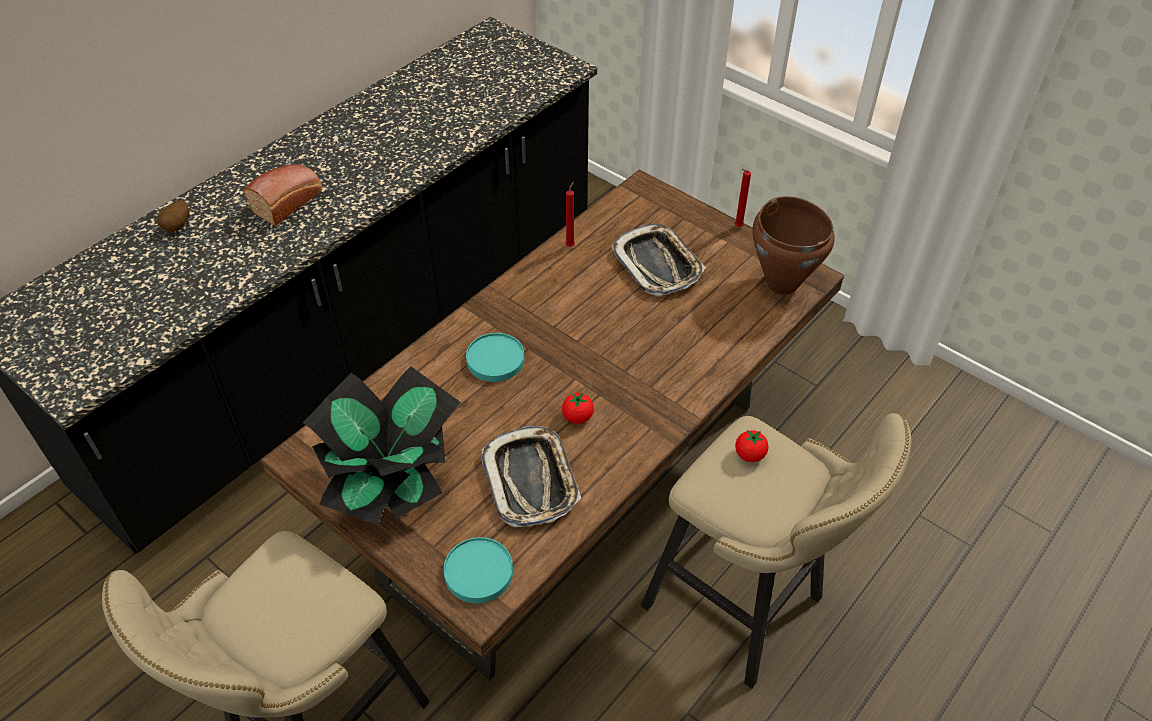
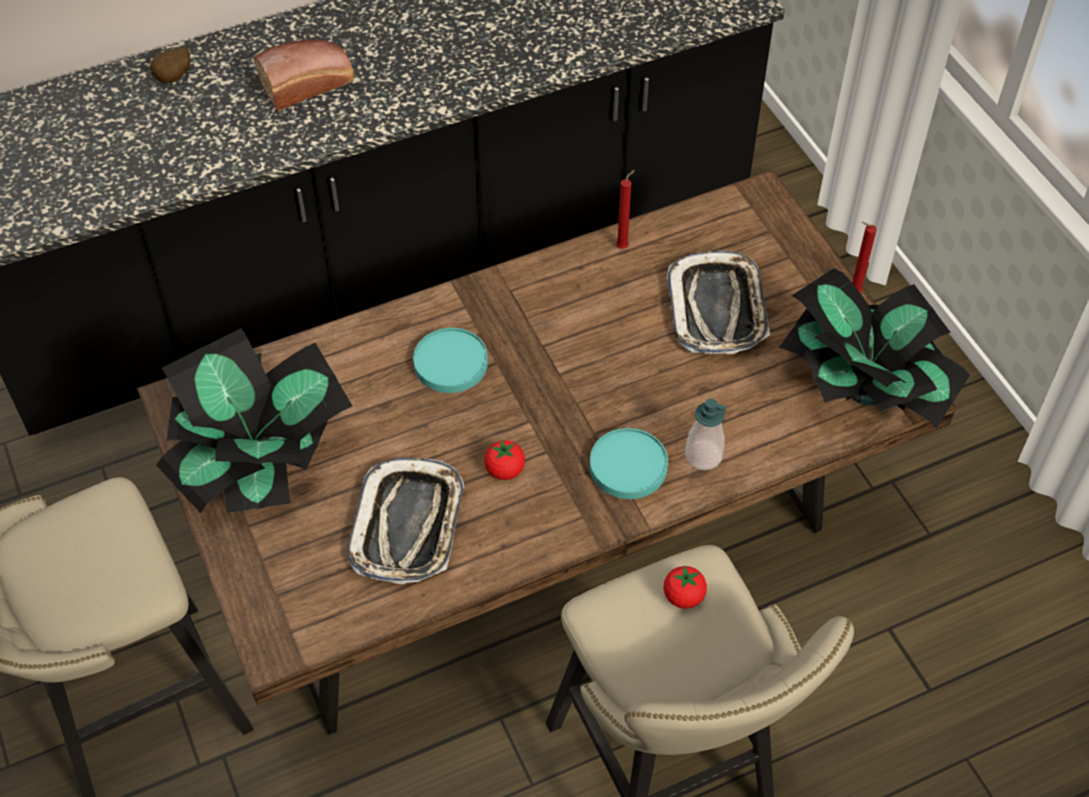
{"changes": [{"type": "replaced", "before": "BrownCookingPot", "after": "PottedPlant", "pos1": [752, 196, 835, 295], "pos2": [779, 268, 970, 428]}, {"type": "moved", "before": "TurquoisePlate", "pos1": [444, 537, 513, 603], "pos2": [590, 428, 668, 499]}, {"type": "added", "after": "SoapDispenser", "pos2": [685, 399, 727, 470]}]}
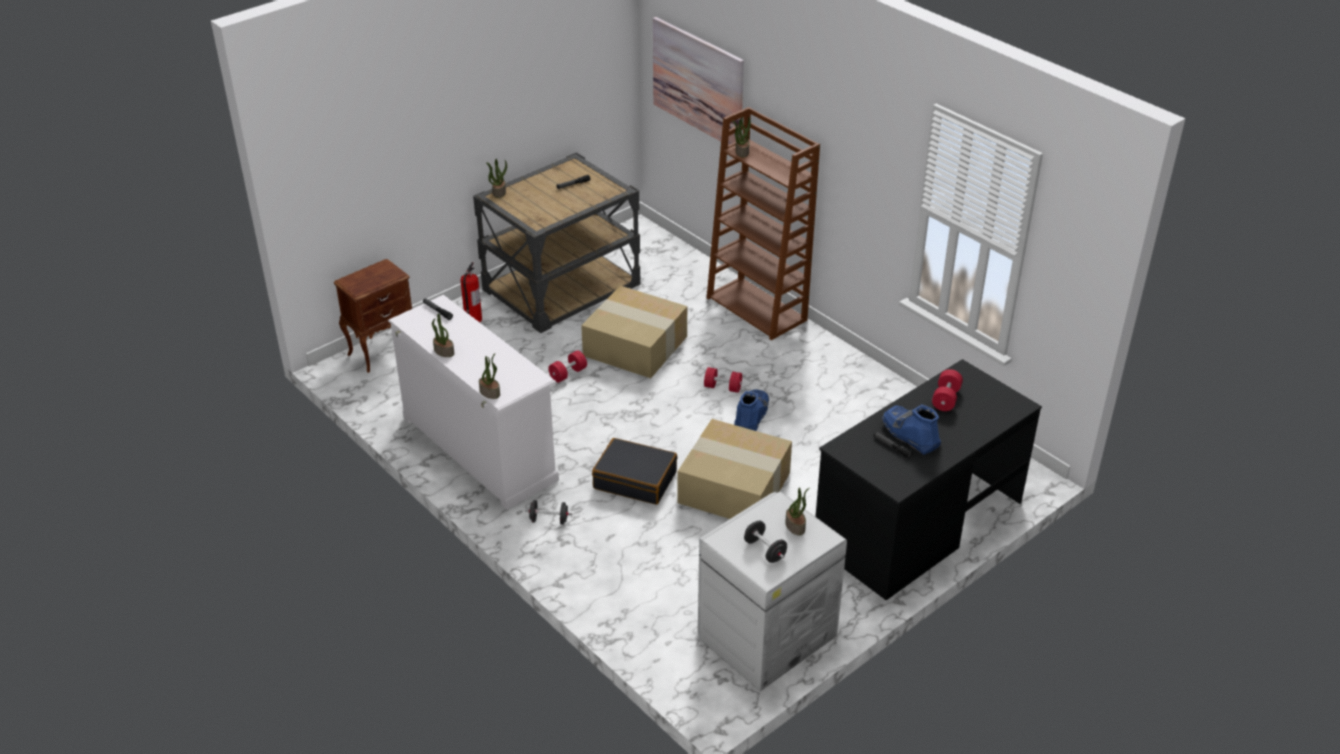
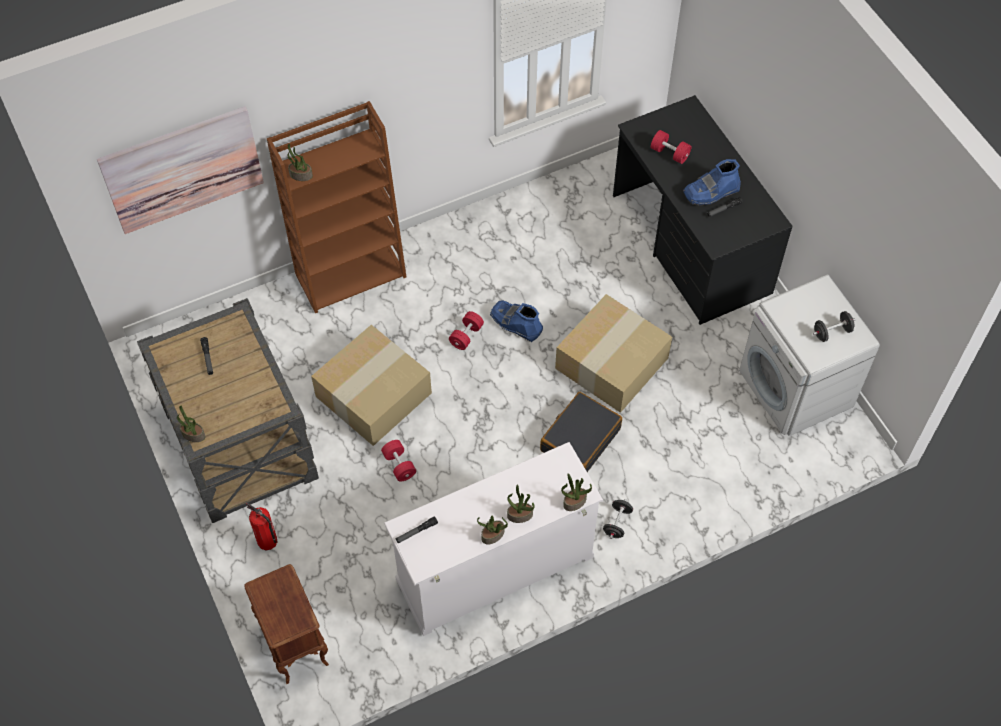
{"changes": [{"type": "moved", "before": "PottedPlant", "pos1": [785, 487, 810, 535], "pos2": [507, 484, 535, 523]}]}
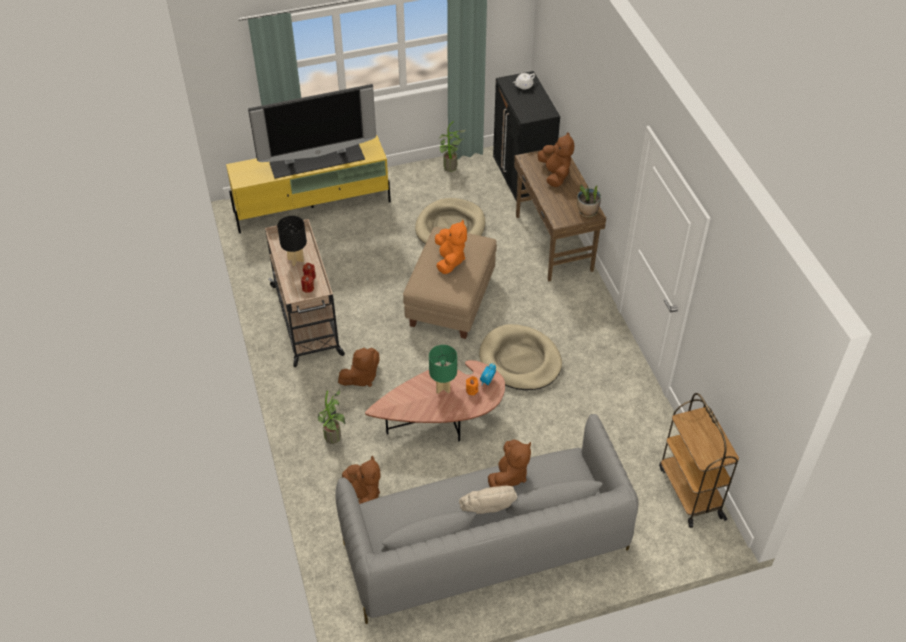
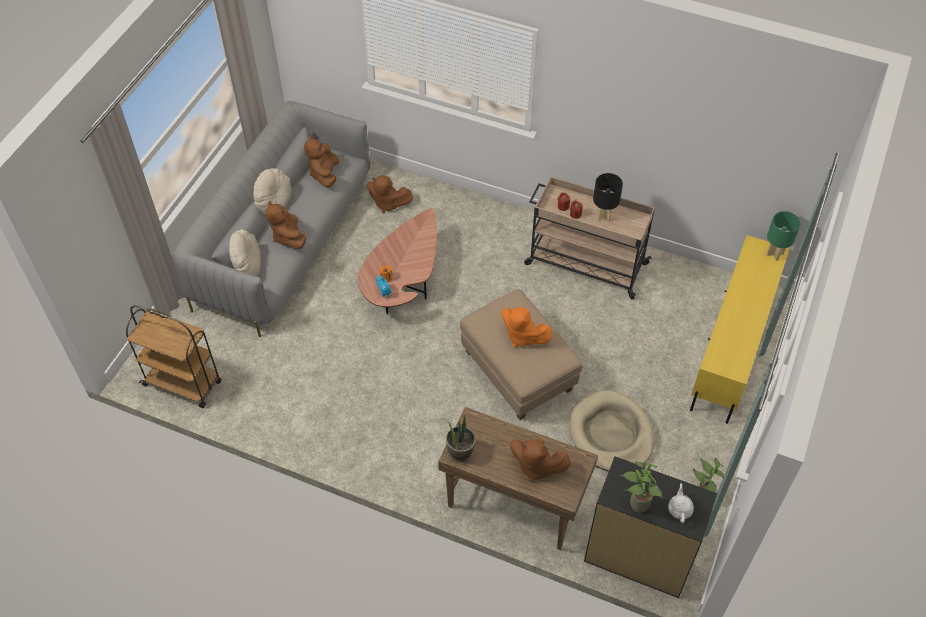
{"changes": [{"type": "removed", "before": "Television", "pos1": [248, 84, 376, 179]}, {"type": "removed", "before": "BeigeDogBed", "pos1": [479, 324, 562, 390]}, {"type": "moved", "before": "GreenTableLamp", "pos1": [429, 345, 457, 394], "pos2": [767, 211, 801, 261]}, {"type": "moved", "before": "BrownPlushToy", "pos1": [338, 348, 380, 387], "pos2": [304, 135, 339, 188]}, {"type": "moved", "before": "PottedPlant", "pos1": [318, 389, 346, 444], "pos2": [619, 462, 664, 513]}, {"type": "added", "after": "BeigePillow", "pos2": [229, 229, 261, 276]}]}
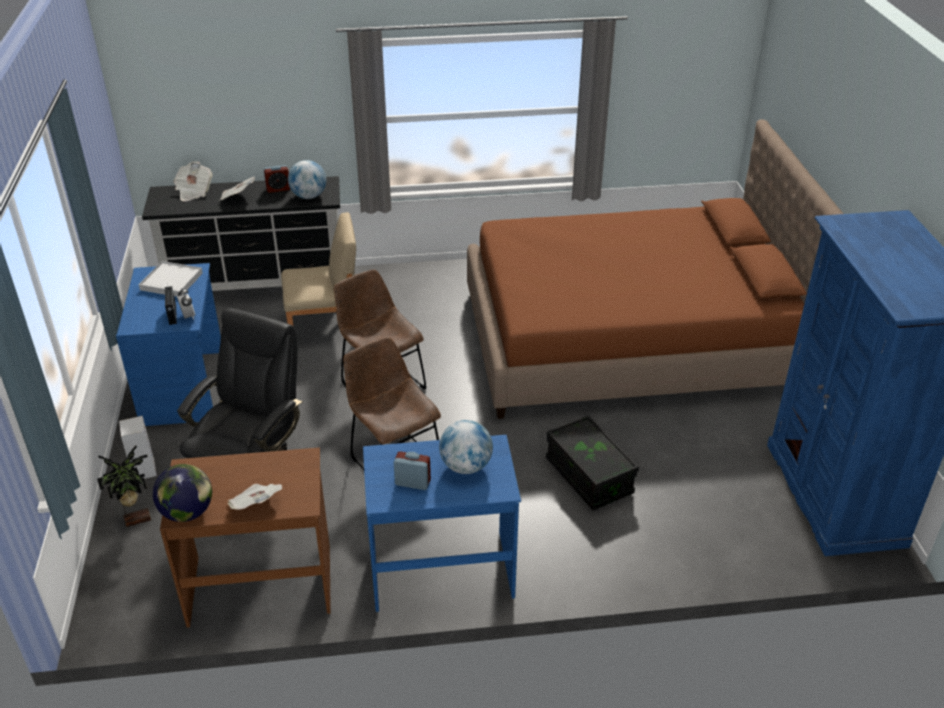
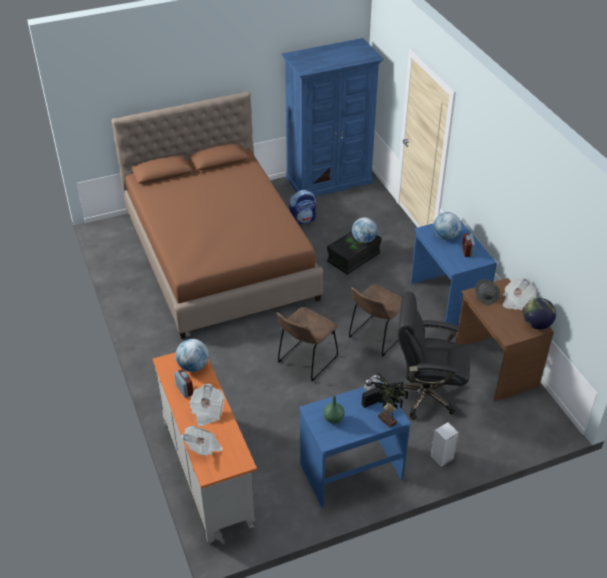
{"changes": [{"type": "recoloured", "before": "BlackDresser", "after": "OrangeDresser", "pos1": [142, 176, 340, 291], "pos2": [153, 352, 257, 543]}, {"type": "removed", "before": "BeigeChair", "pos1": [281, 212, 356, 326]}, {"type": "replaced", "before": "WhiteTray", "after": "GreenVase", "pos1": [139, 261, 203, 297], "pos2": [323, 396, 345, 424]}, {"type": "moved", "before": "PottedPlant", "pos1": [97, 446, 151, 527], "pos2": [371, 372, 408, 428]}, {"type": "added", "after": "Backpack", "pos2": [289, 190, 316, 225]}, {"type": "added", "after": "Globe", "pos2": [352, 217, 377, 243]}, {"type": "added", "after": "GreyHat", "pos2": [475, 279, 500, 305]}]}
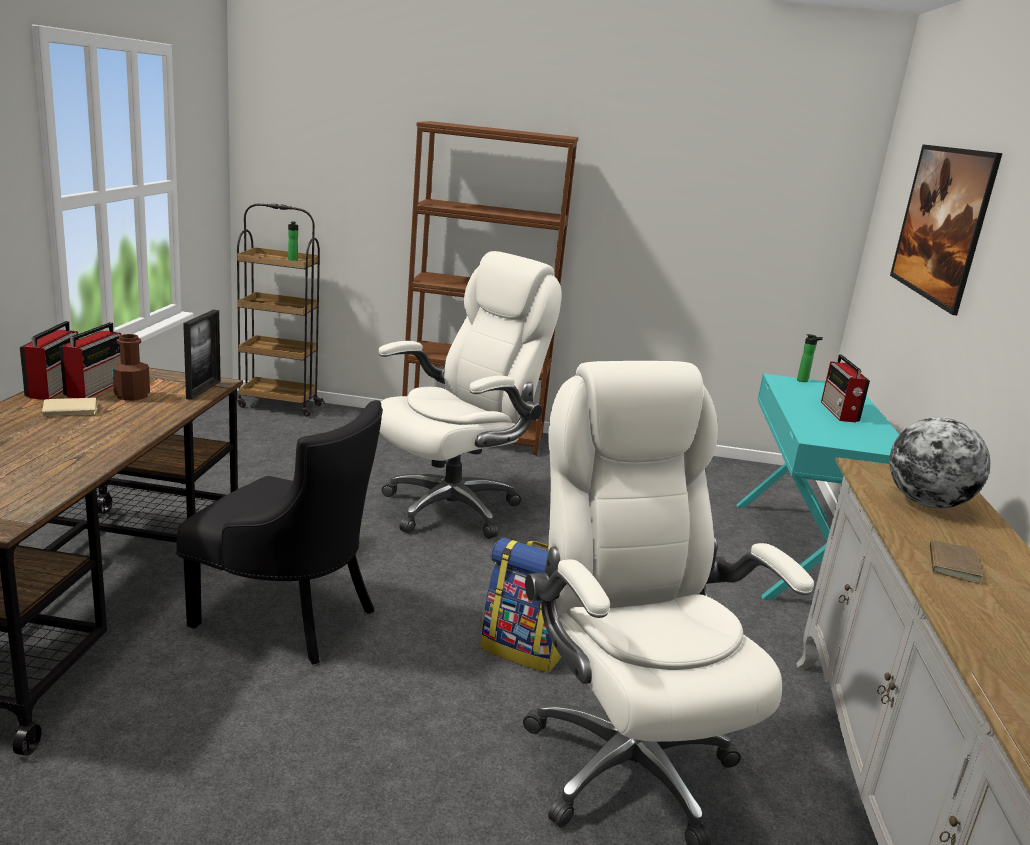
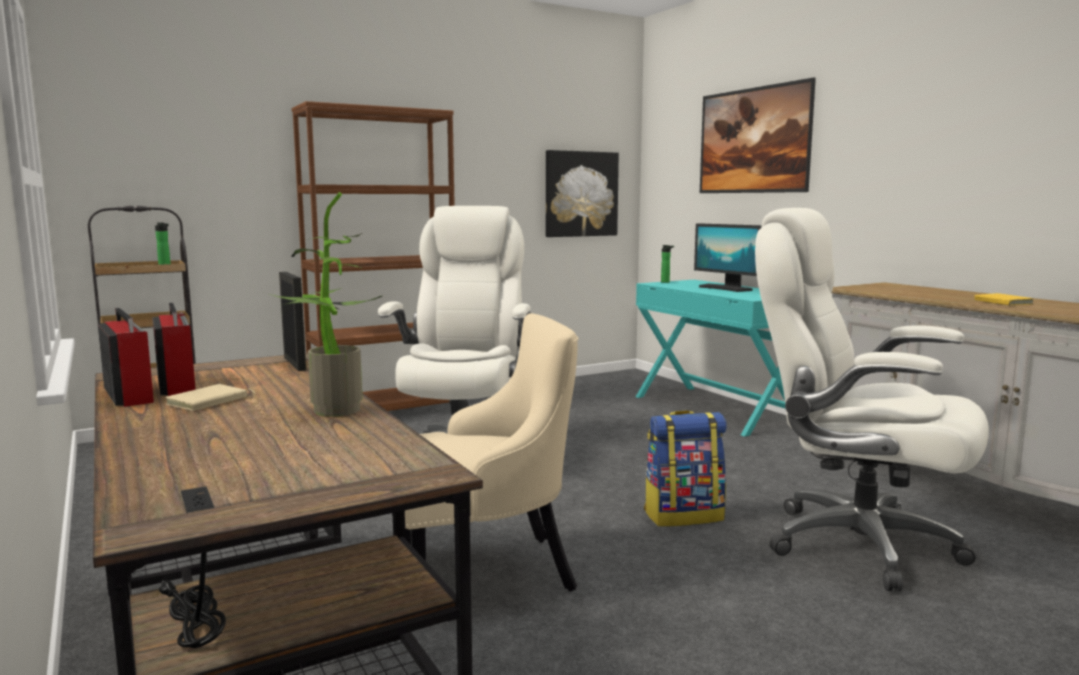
{"changes": [{"type": "removed", "before": "BrownBottle", "pos1": [112, 334, 150, 401]}, {"type": "replaced", "before": "Radio", "after": "Monitor", "pos1": [821, 354, 870, 422], "pos2": [694, 223, 761, 292]}, {"type": "recoloured", "before": "BlackChair", "after": "BeigeChair", "pos1": [176, 400, 383, 665], "pos2": [405, 313, 578, 591]}, {"type": "removed", "before": "Globe", "pos1": [889, 417, 990, 508]}, {"type": "recoloured", "before": "BrownBook", "after": "YellowBook", "pos1": [918, 540, 983, 584], "pos2": [975, 293, 1034, 305]}, {"type": "added", "after": "Picture", "pos2": [546, 150, 619, 237]}, {"type": "added", "after": "PottedPlant", "pos2": [269, 192, 382, 416]}]}
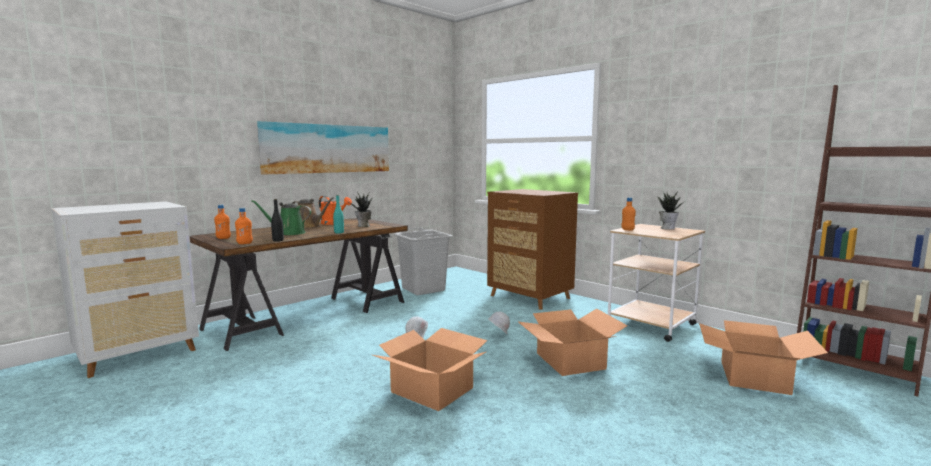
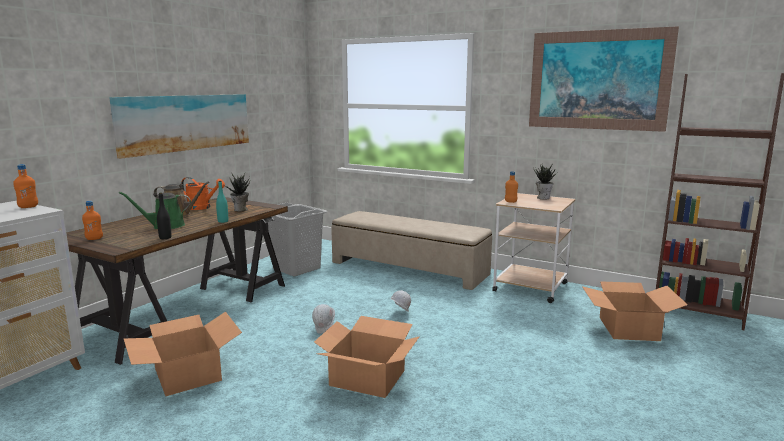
{"changes": [{"type": "replaced", "before": "BrownDresser", "after": "BeigeBench", "pos1": [487, 189, 578, 310], "pos2": [331, 211, 492, 290]}, {"type": "moved", "before": "OrangeBottle", "pos1": [235, 208, 253, 244], "pos2": [13, 164, 38, 208]}, {"type": "moved", "before": "CardboardBox", "pos1": [518, 309, 628, 376], "pos2": [124, 311, 242, 396]}, {"type": "added", "after": "Picture", "pos2": [529, 26, 679, 132]}]}
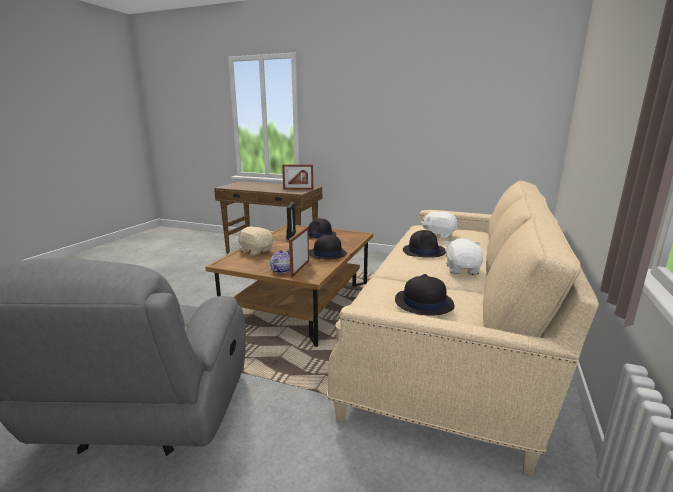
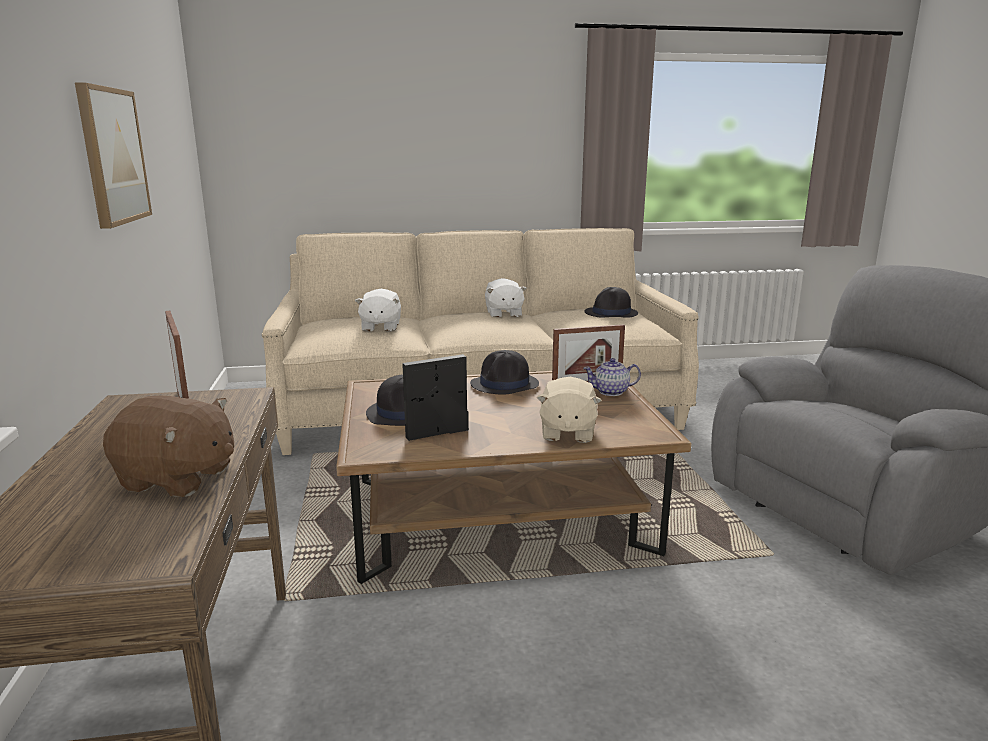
{"changes": [{"type": "removed", "before": "BlackHat", "pos1": [403, 230, 446, 258]}, {"type": "turned", "before": "WhitePlushToy", "pos1": [444, 238, 483, 275], "pos2": [485, 278, 527, 317], "turn": -75}, {"type": "added", "after": "Picture", "pos2": [75, 83, 152, 229]}, {"type": "added", "after": "BrownPlushToy", "pos2": [103, 395, 234, 497]}]}
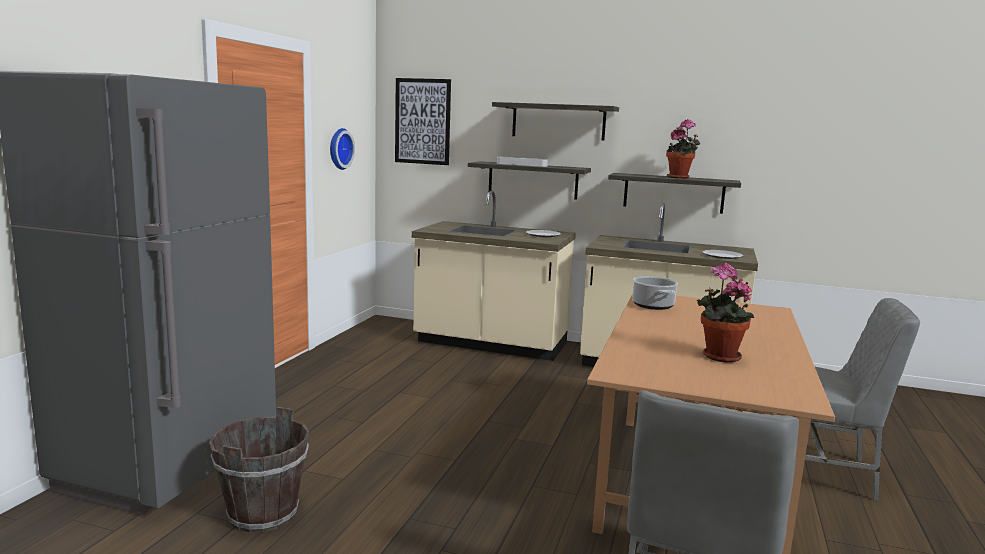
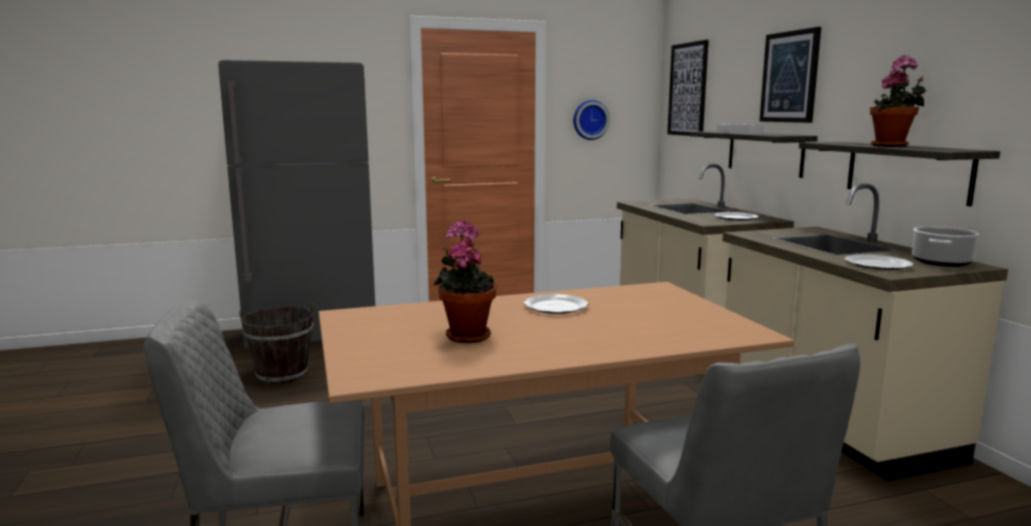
{"changes": [{"type": "replaced", "before": "Shelf", "after": "Picture", "pos1": [492, 102, 619, 141], "pos2": [760, 27, 821, 123]}, {"type": "moved", "before": "CookingPot", "pos1": [632, 276, 678, 310], "pos2": [912, 226, 979, 267]}, {"type": "added", "after": "Plate", "pos2": [524, 294, 589, 314]}]}
